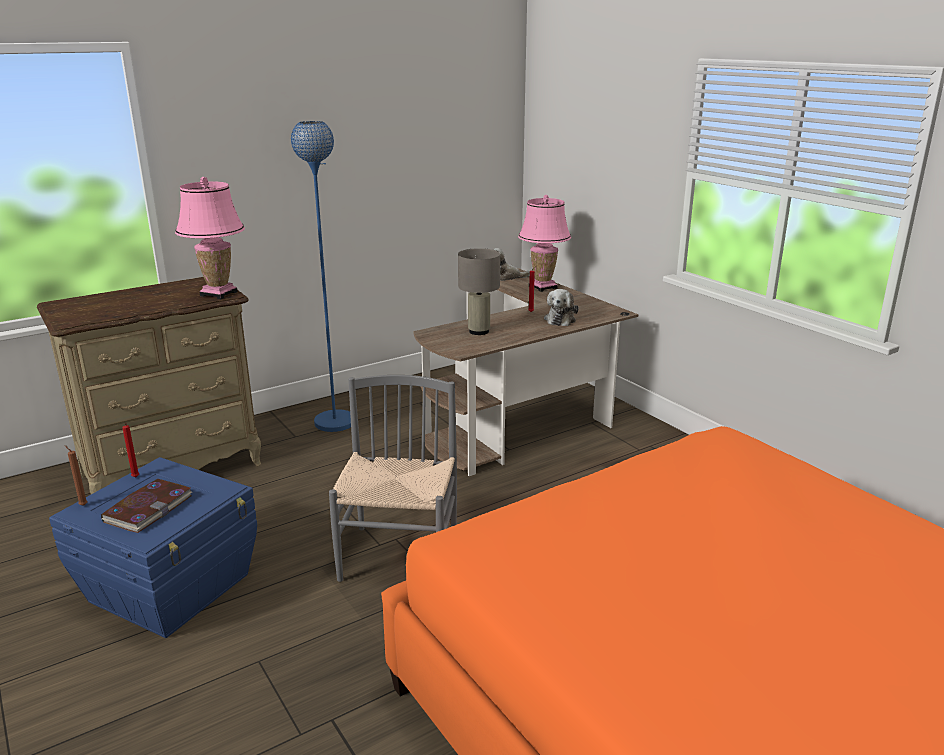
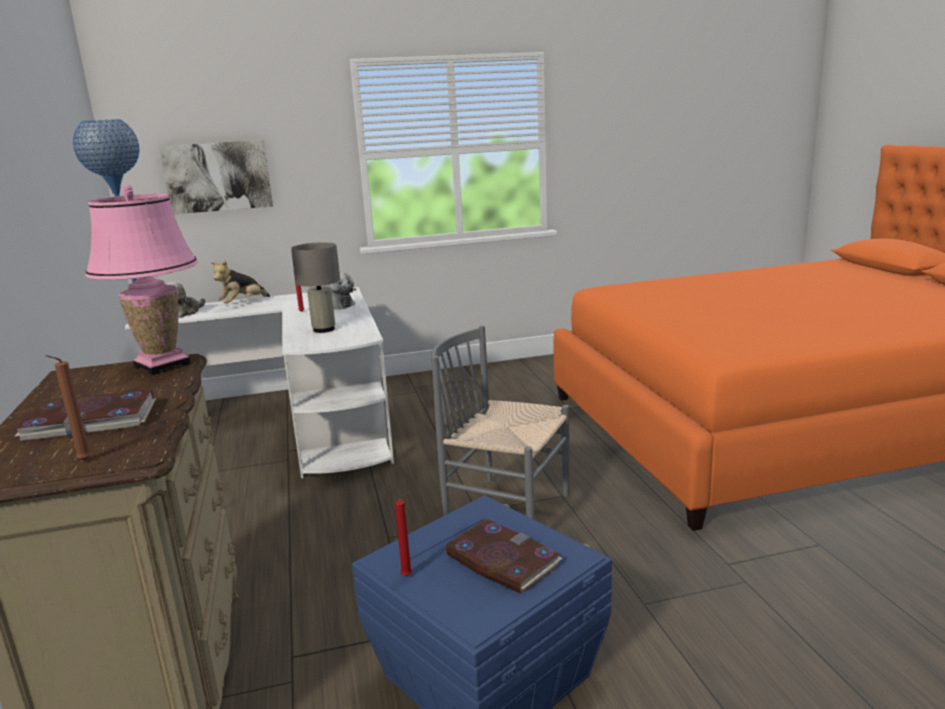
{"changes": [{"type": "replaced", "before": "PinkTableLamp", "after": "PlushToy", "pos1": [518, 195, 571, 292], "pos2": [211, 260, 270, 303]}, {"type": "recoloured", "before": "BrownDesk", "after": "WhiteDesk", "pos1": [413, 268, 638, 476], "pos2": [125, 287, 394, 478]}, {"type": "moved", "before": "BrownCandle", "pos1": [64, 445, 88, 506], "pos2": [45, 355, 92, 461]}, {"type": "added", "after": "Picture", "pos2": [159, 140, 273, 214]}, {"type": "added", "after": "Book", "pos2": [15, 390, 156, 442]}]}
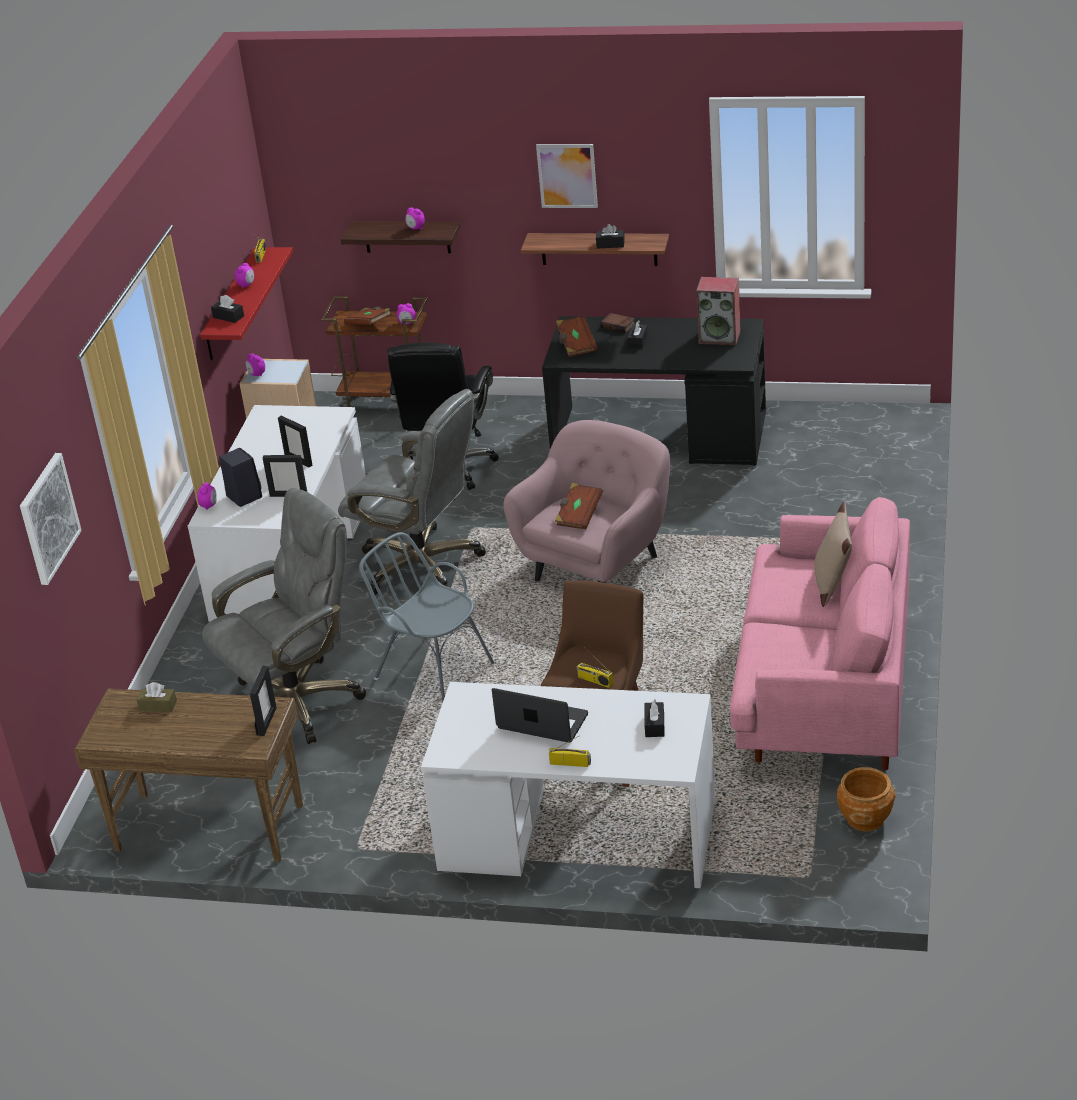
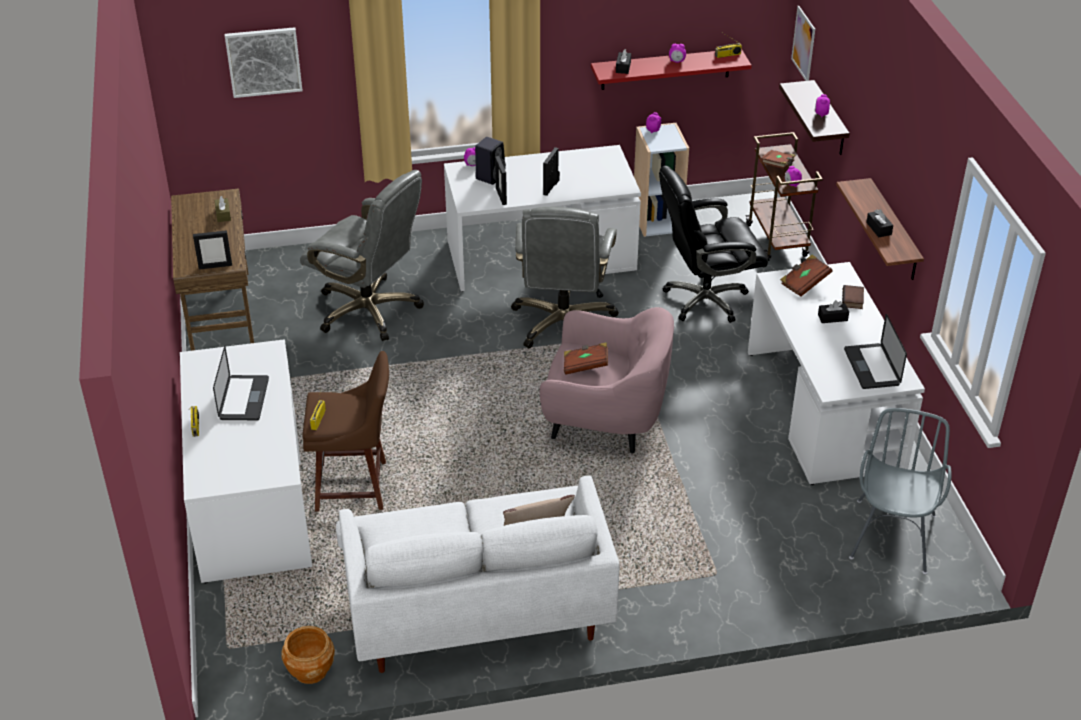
{"changes": [{"type": "moved", "before": "Picture", "pos1": [536, 144, 598, 208], "pos2": [791, 6, 815, 81]}, {"type": "replaced", "before": "Speaker", "after": "Laptop", "pos1": [696, 277, 741, 345], "pos2": [844, 314, 907, 389]}, {"type": "recoloured", "before": "BlackDesk", "after": "WhiteDesk", "pos1": [542, 316, 766, 466], "pos2": [748, 262, 925, 485]}, {"type": "recoloured", "before": "PinkSofa", "after": "WhiteSofa", "pos1": [730, 497, 910, 770], "pos2": [336, 476, 620, 673]}, {"type": "moved", "before": "GreyChair", "pos1": [359, 532, 495, 703], "pos2": [849, 408, 952, 574]}, {"type": "removed", "before": "BlackTissueBox", "pos1": [645, 700, 664, 737]}]}
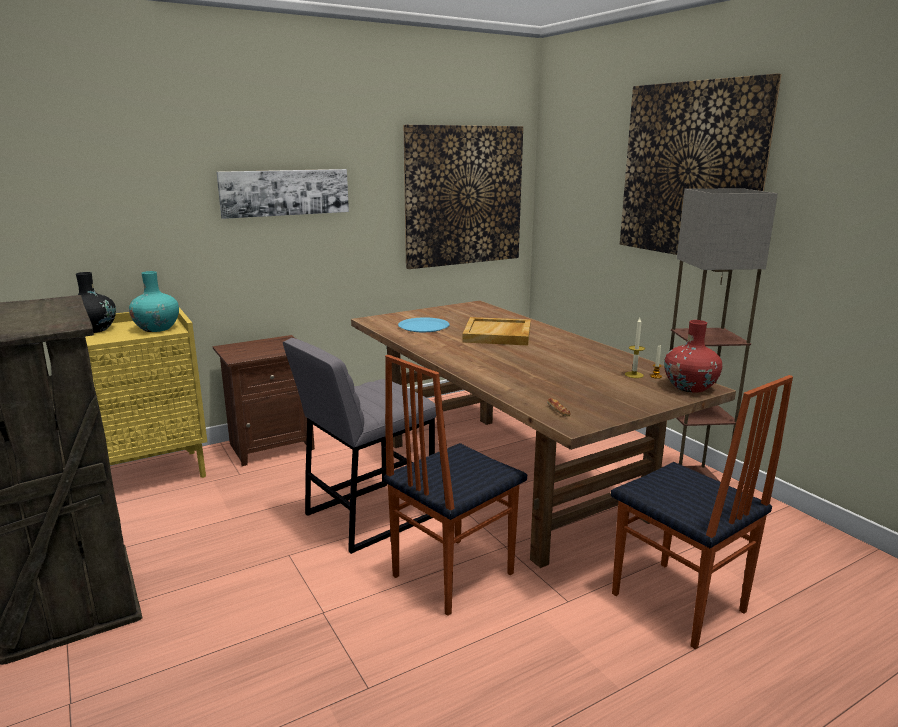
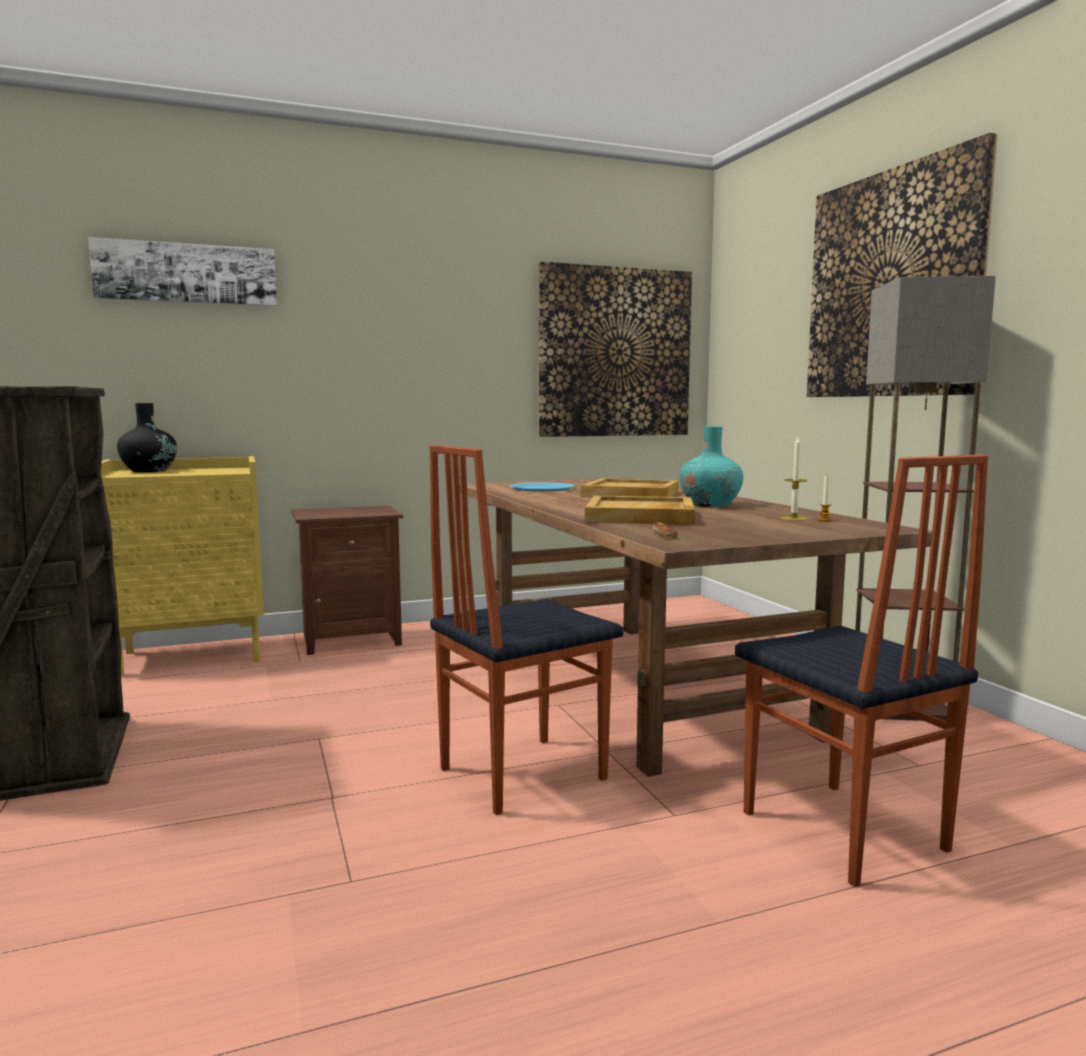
{"changes": [{"type": "moved", "before": "Picture", "pos1": [216, 169, 349, 219], "pos2": [88, 237, 277, 306]}, {"type": "moved", "before": "TurquoiseVase", "pos1": [129, 271, 179, 332], "pos2": [680, 426, 743, 507]}, {"type": "removed", "before": "RedVase", "pos1": [664, 320, 722, 393]}, {"type": "removed", "before": "GreyChair", "pos1": [283, 338, 436, 554]}, {"type": "added", "after": "BeigeTray", "pos2": [585, 496, 695, 525]}]}
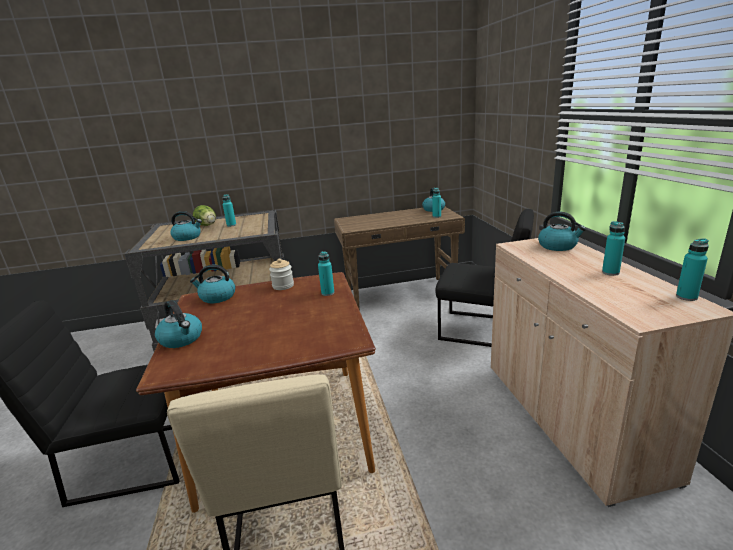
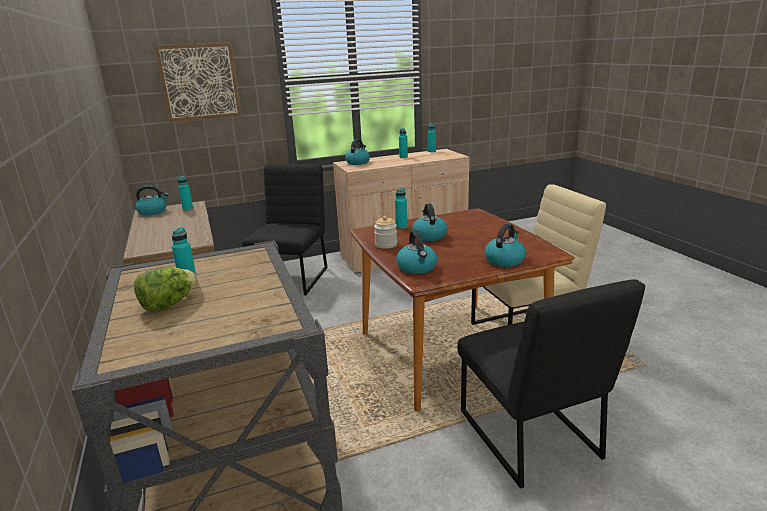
{"changes": [{"type": "moved", "before": "Kettle", "pos1": [170, 211, 202, 241], "pos2": [412, 203, 447, 241]}, {"type": "added", "after": "Picture", "pos2": [154, 42, 242, 122]}]}
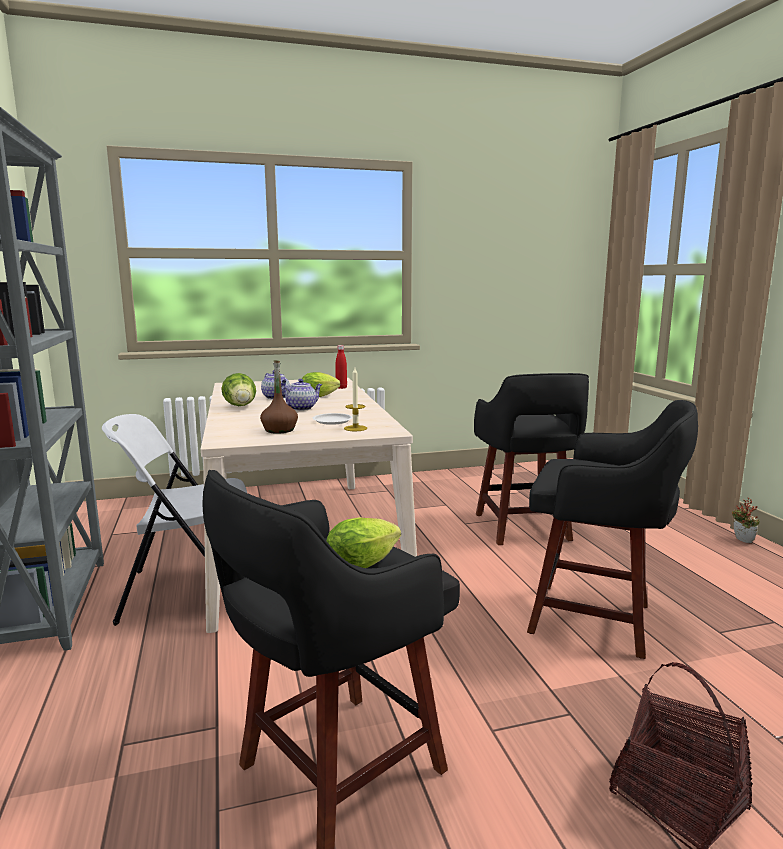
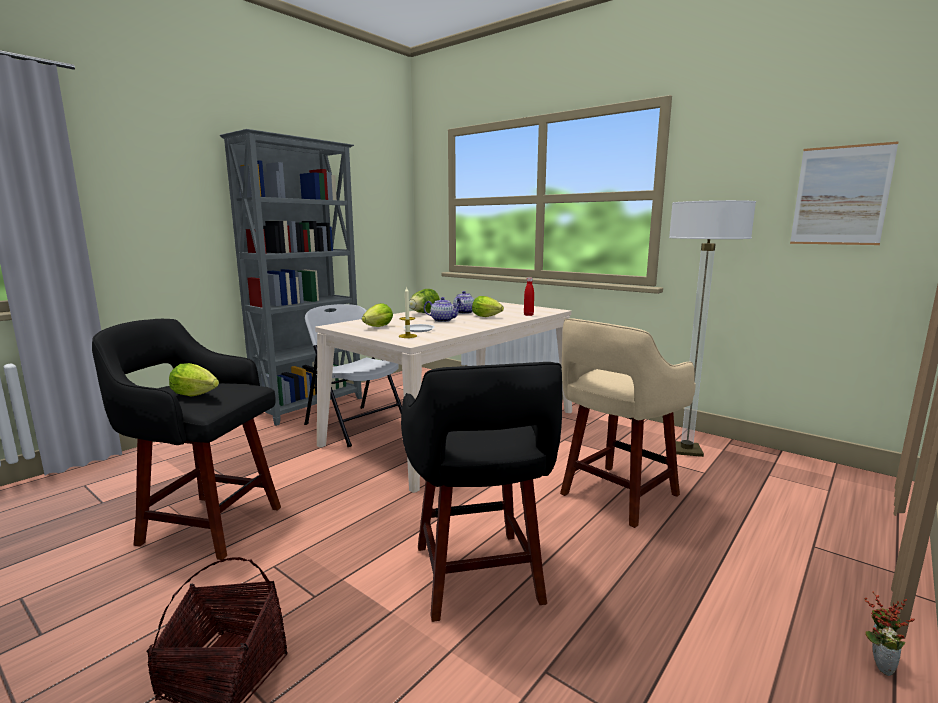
{"changes": [{"type": "replaced", "before": "BrownBottle", "after": "Lettuce", "pos1": [260, 360, 298, 434], "pos2": [362, 303, 393, 327]}, {"type": "recoloured", "before": "BlackStool", "after": "BeigeStool", "pos1": [474, 373, 589, 545], "pos2": [560, 318, 696, 528]}, {"type": "added", "after": "Picture", "pos2": [790, 141, 899, 245]}, {"type": "added", "after": "FloorLamp", "pos2": [669, 200, 756, 457]}]}
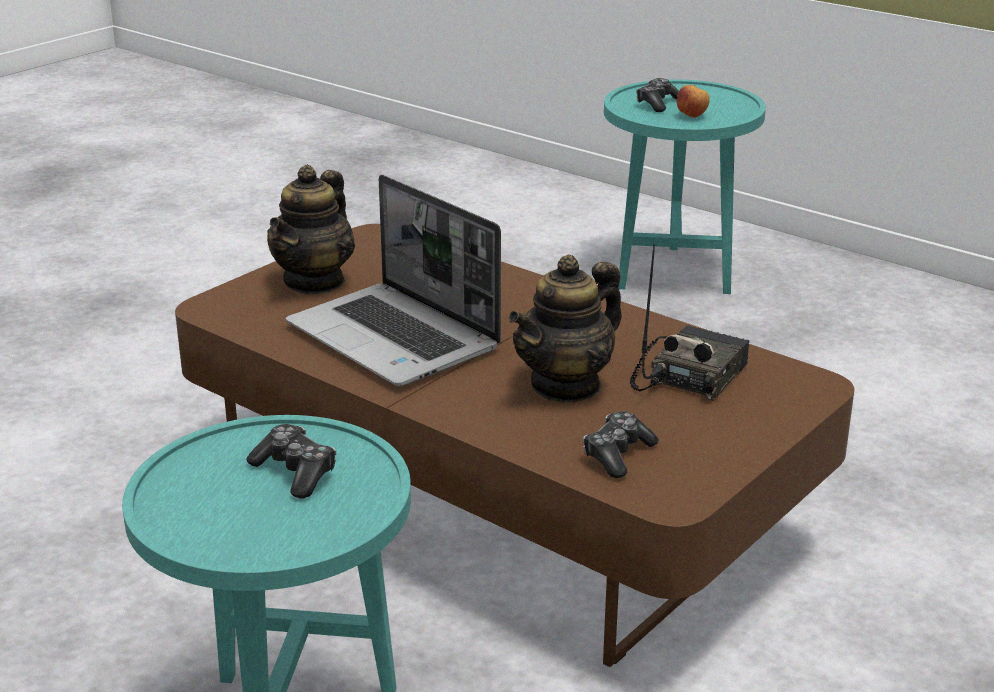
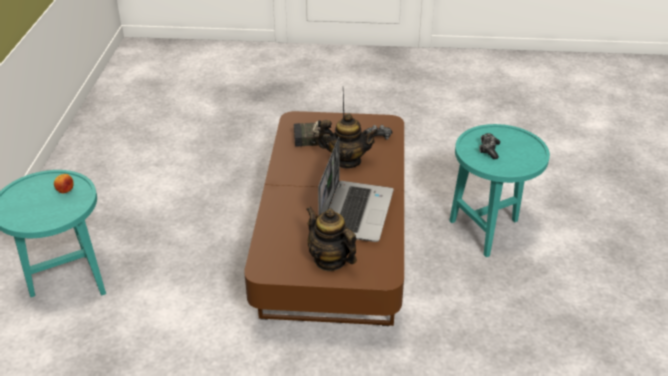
{"changes": [{"type": "removed", "before": "GameController", "pos1": [636, 78, 679, 112]}, {"type": "turned", "before": "Teapot", "pos1": [267, 165, 355, 294], "pos2": [306, 207, 357, 271], "turn": -120}]}
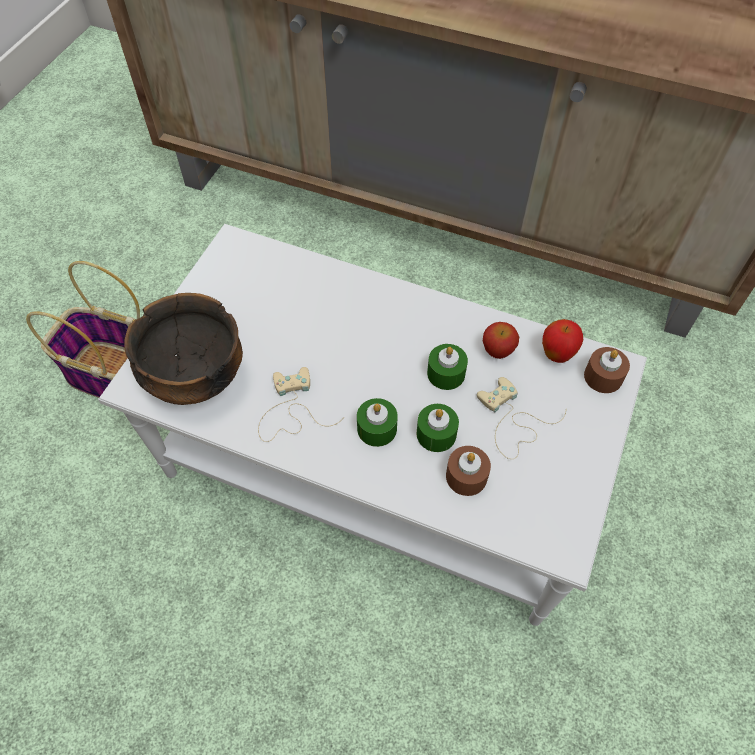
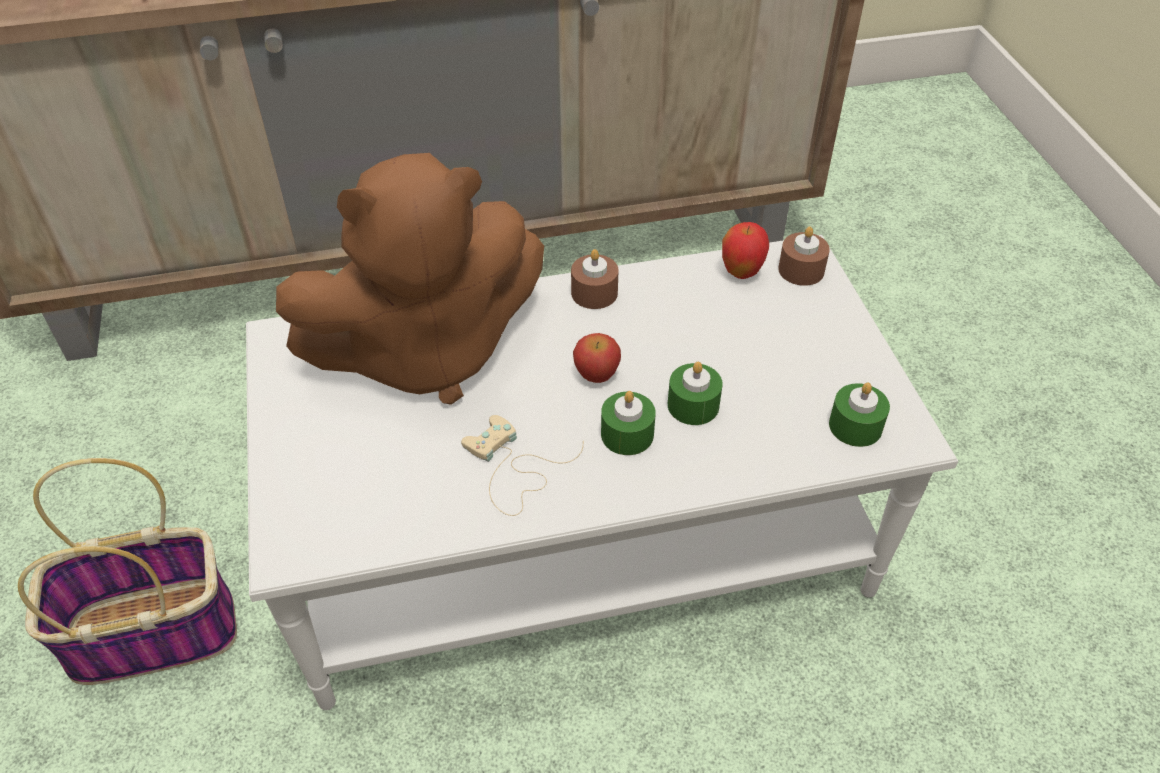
{"changes": [{"type": "removed", "before": "Bowl", "pos1": [124, 293, 243, 405]}, {"type": "moved", "before": "Apple", "pos1": [483, 322, 519, 359], "pos2": [573, 333, 621, 383]}, {"type": "moved", "before": "GreenCandle", "pos1": [427, 344, 468, 390], "pos2": [829, 383, 890, 447]}, {"type": "removed", "before": "BeigeGameController", "pos1": [477, 377, 566, 459]}, {"type": "moved", "before": "BrownCandle", "pos1": [446, 446, 491, 496], "pos2": [571, 249, 618, 309]}, {"type": "added", "after": "BrownPlushToy", "pos2": [276, 153, 544, 405]}]}
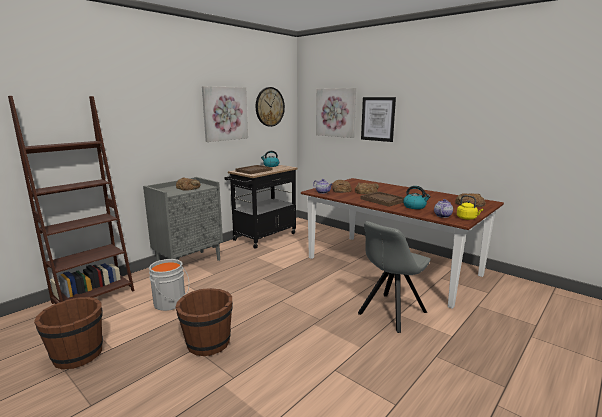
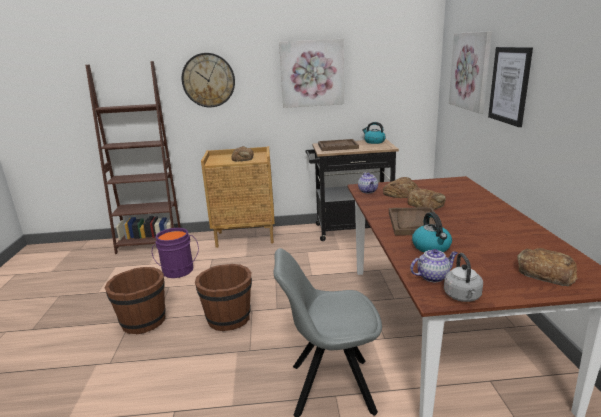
{"changes": [{"type": "moved", "before": "WallClock", "pos1": [256, 87, 285, 127], "pos2": [182, 53, 235, 107]}, {"type": "recoloured", "before": "GreyCabinet", "after": "BrownCabinet", "pos1": [143, 177, 223, 261], "pos2": [201, 146, 275, 248]}, {"type": "recoloured", "before": "YellowKettle", "after": "GreyKettle", "pos1": [457, 195, 483, 220], "pos2": [444, 253, 483, 302]}, {"type": "recoloured", "before": "GreyBucket", "after": "PurpleBucket", "pos1": [149, 259, 189, 311], "pos2": [152, 228, 199, 278]}, {"type": "moved", "before": "BrownBucket", "pos1": [34, 297, 103, 369], "pos2": [195, 264, 252, 331]}]}
